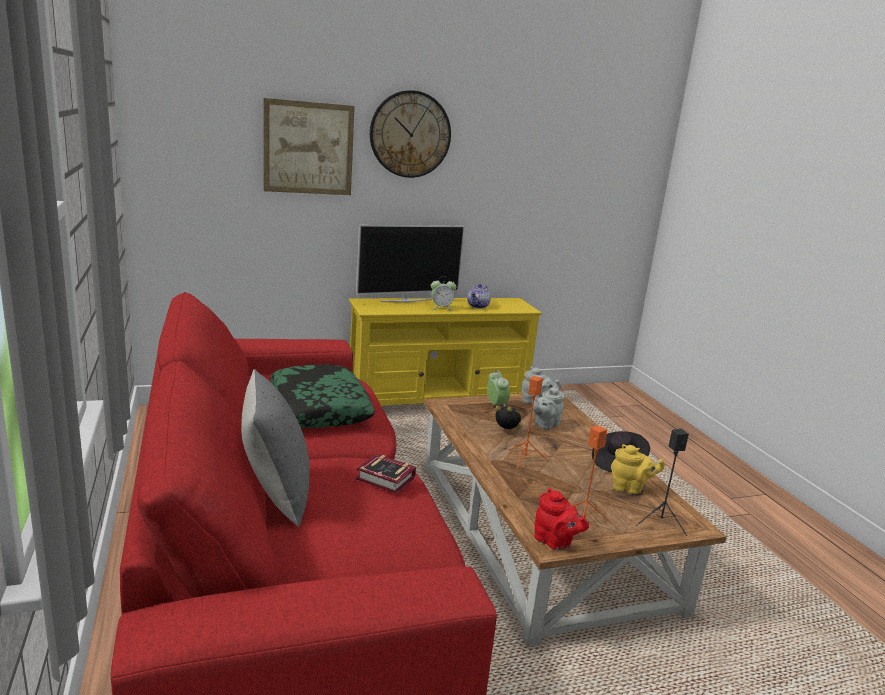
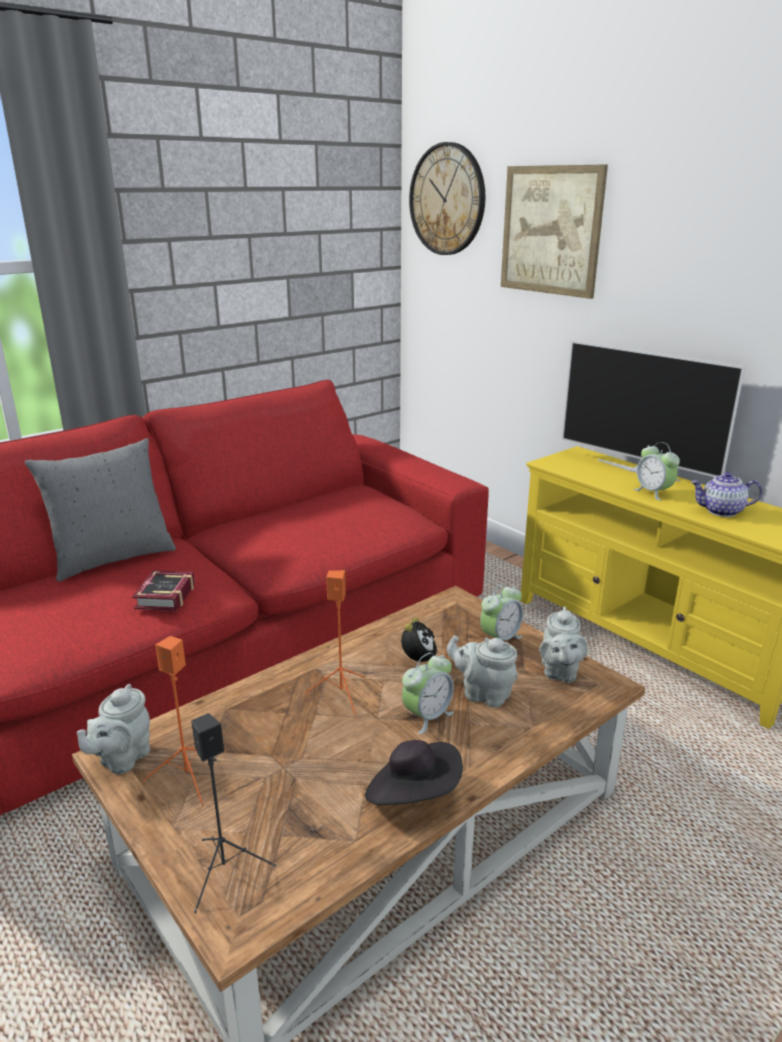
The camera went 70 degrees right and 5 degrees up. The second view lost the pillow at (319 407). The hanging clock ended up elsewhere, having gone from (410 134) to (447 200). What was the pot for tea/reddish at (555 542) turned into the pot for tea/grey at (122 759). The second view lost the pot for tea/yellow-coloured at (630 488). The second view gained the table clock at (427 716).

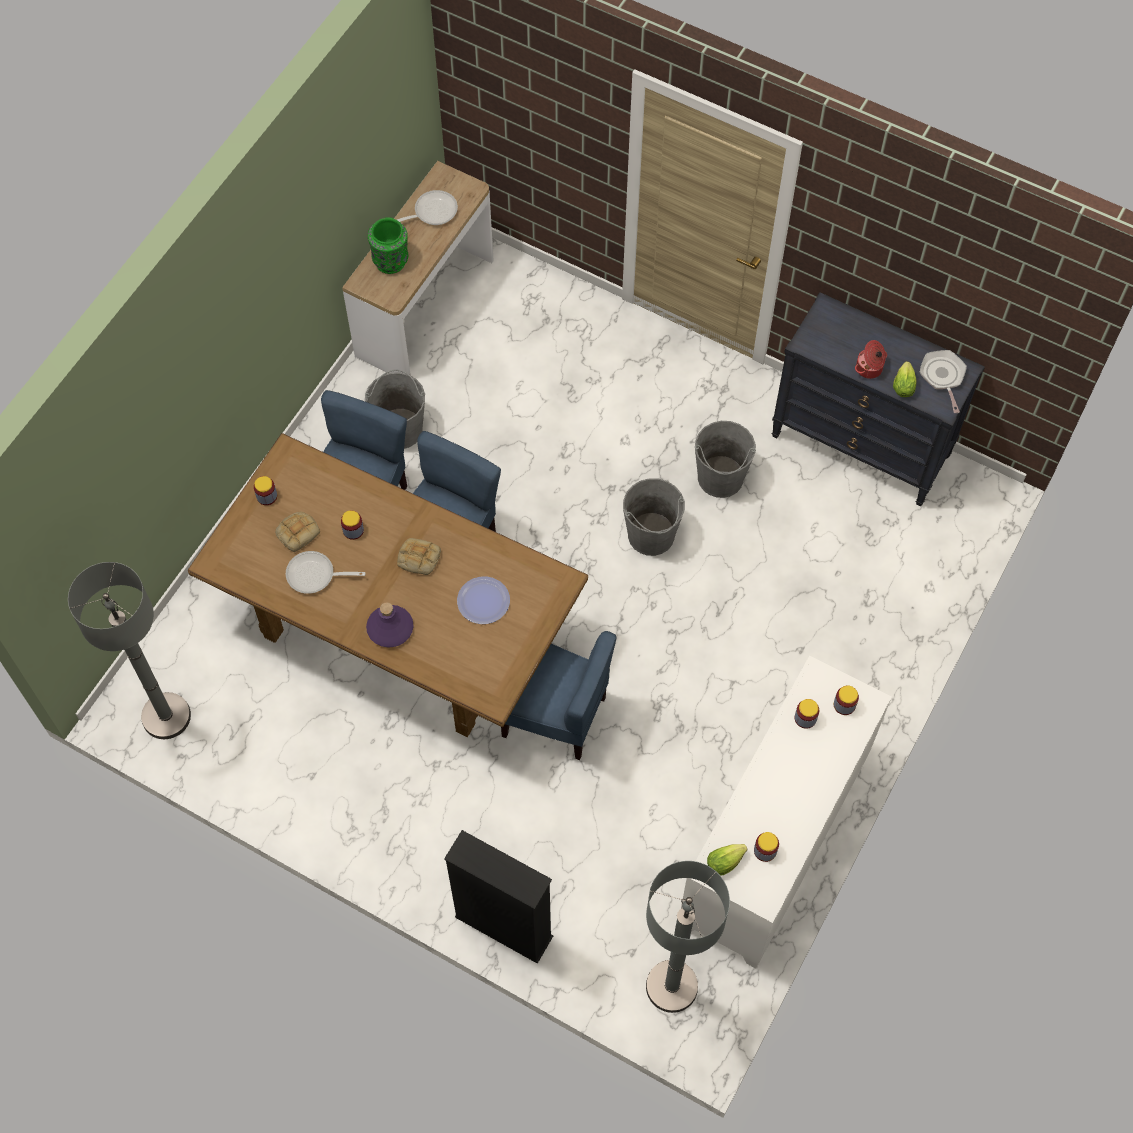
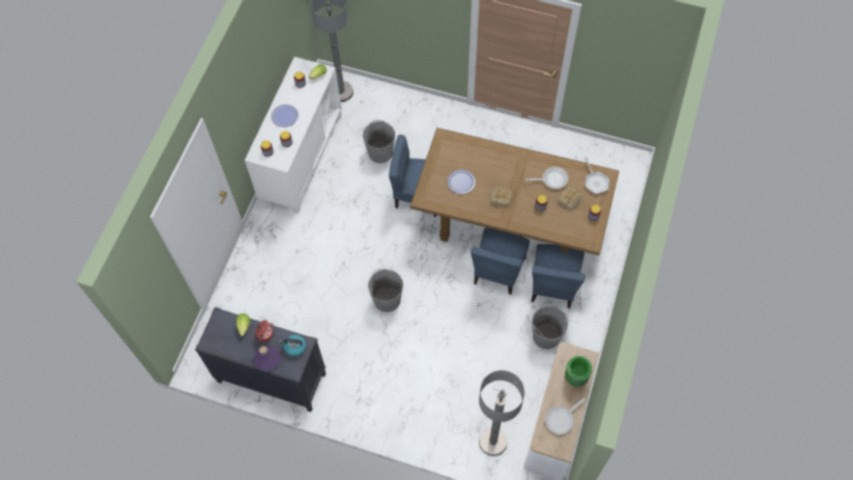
The camera went 170 degrees right and 0 degrees up. The floor lamp/grey ended up elsewhere, having gone from (166 716) to (493 442). The beverage bottle/purplish ended up elsewhere, having gone from (390 627) to (267 359). The second view lost the shelving unit/black-coloured at (503 927). The water bucket/grey ended up elsewhere, having gone from (720 478) to (380 152). The skillet ended up elsewhere, having gone from (942 377) to (595 182). The second view gained the flat dish at (285 116). The second view gained the kettle at (294 347).

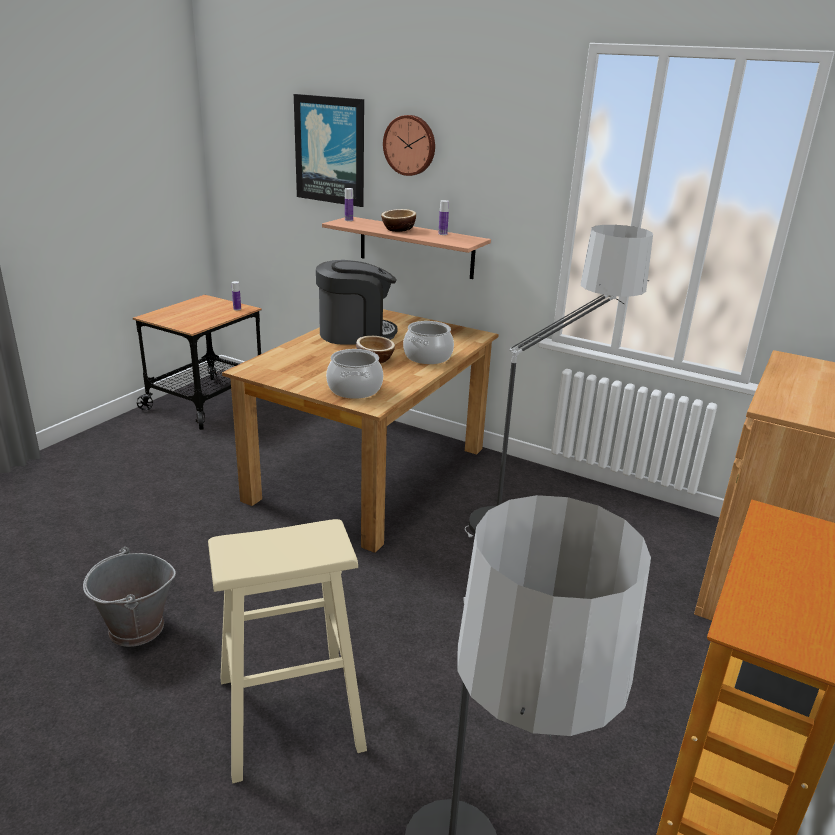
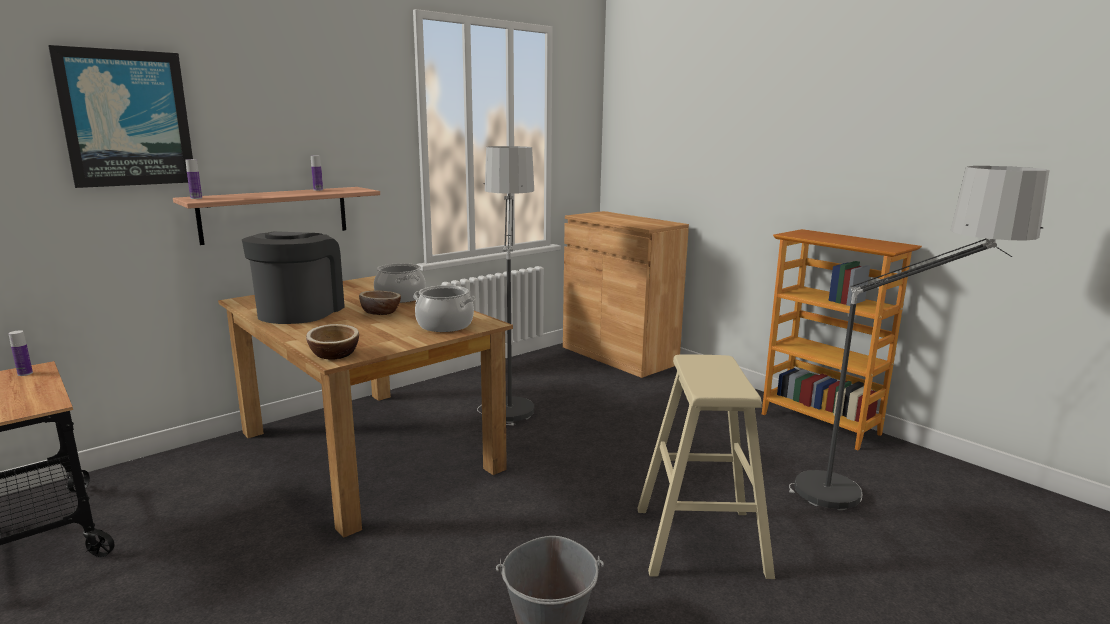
The camera went 70 degrees left and 10 degrees down. The deep dish ended up elsewhere, having gone from (398 229) to (334 354). The second view lost the hanging clock at (410 145).

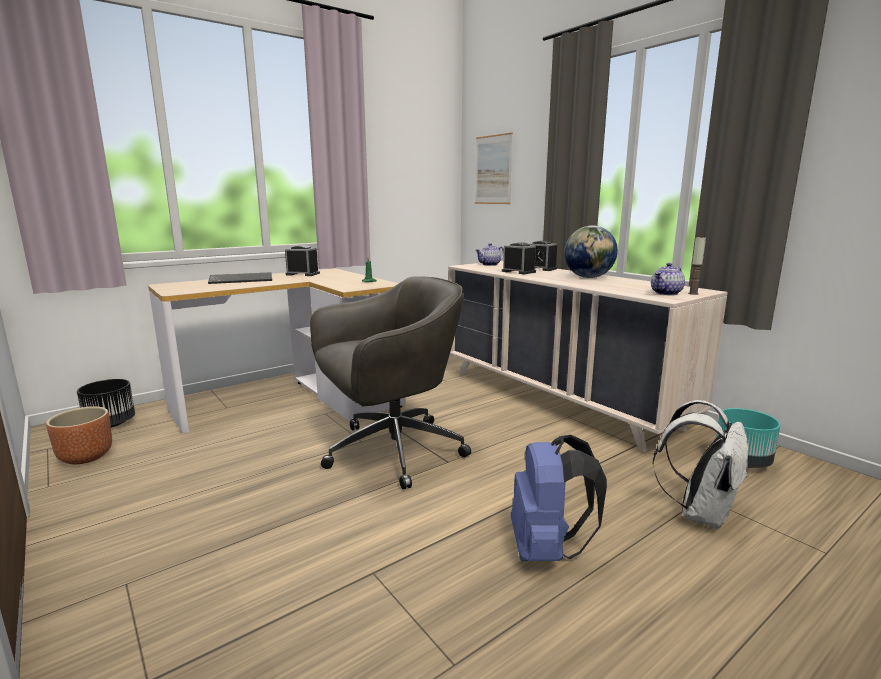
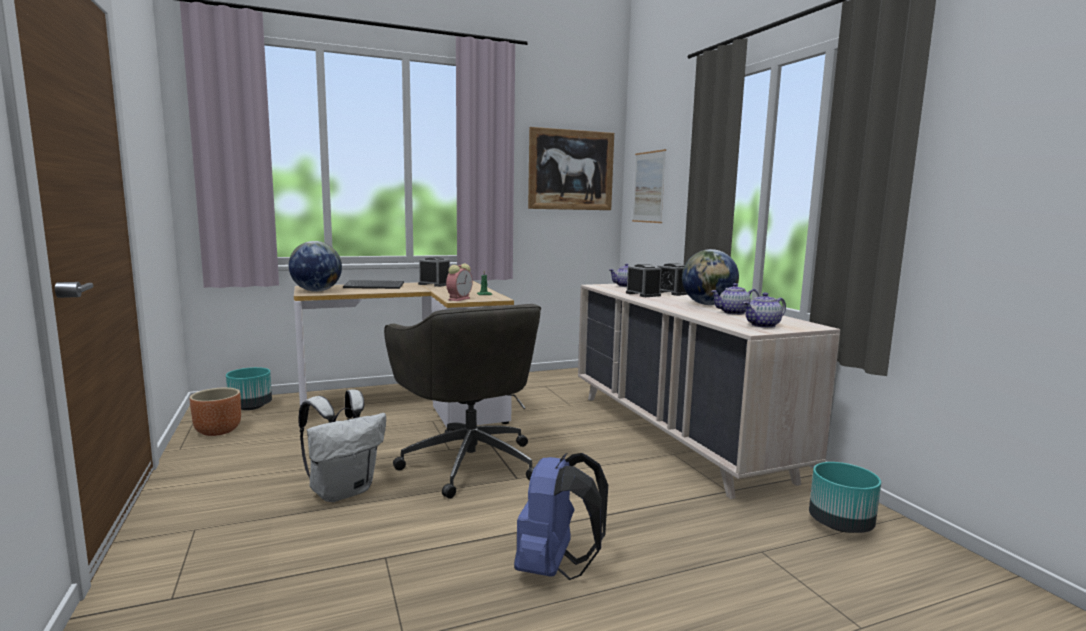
The camera went 15 degrees right and 5 degrees down. What was the plant pot/black-coloured at (110 424) turned into the plant pot/turquoise at (250 407). The desk chair/grey at (390 452) ended up facing another way, 75 degrees clockwise from before. The rucksack/white ended up elsewhere, having gone from (700 513) to (343 491). The second view lost the candle at (693 293). The second view gained the globe at (316 291). The second view gained the table clock at (459 299). The second view gained the wall picture at (571 170). The second view gained the pot for tea at (733 312).

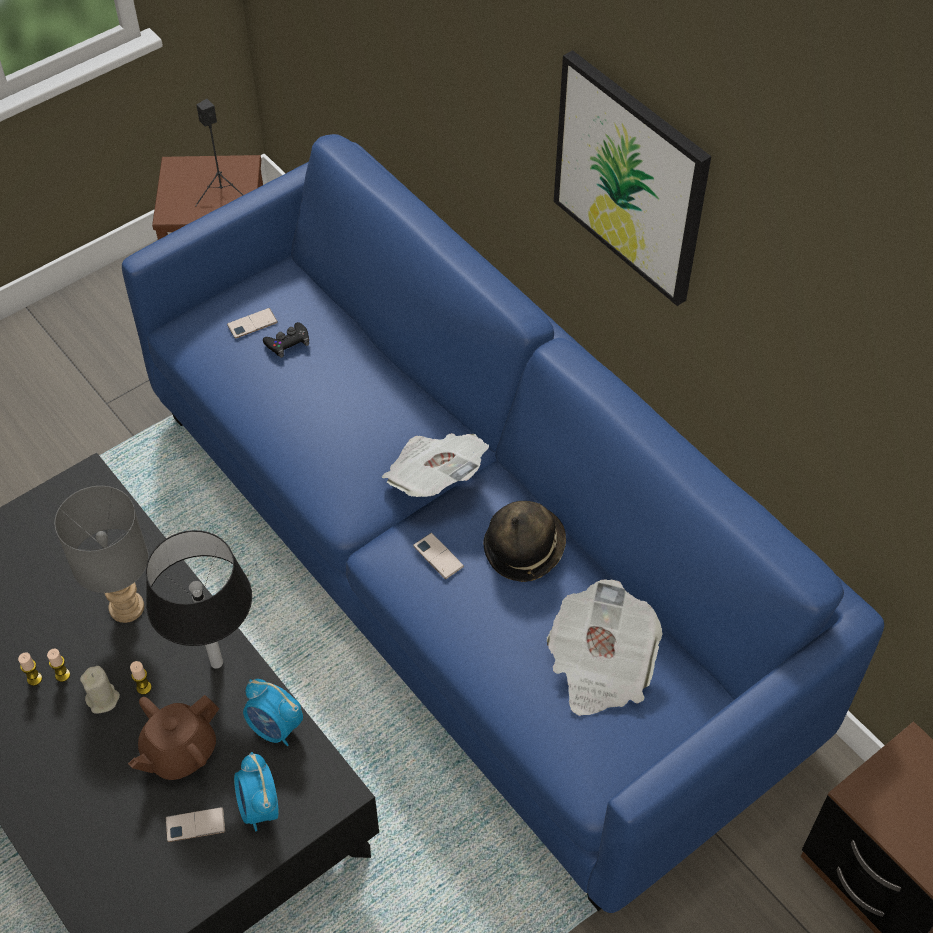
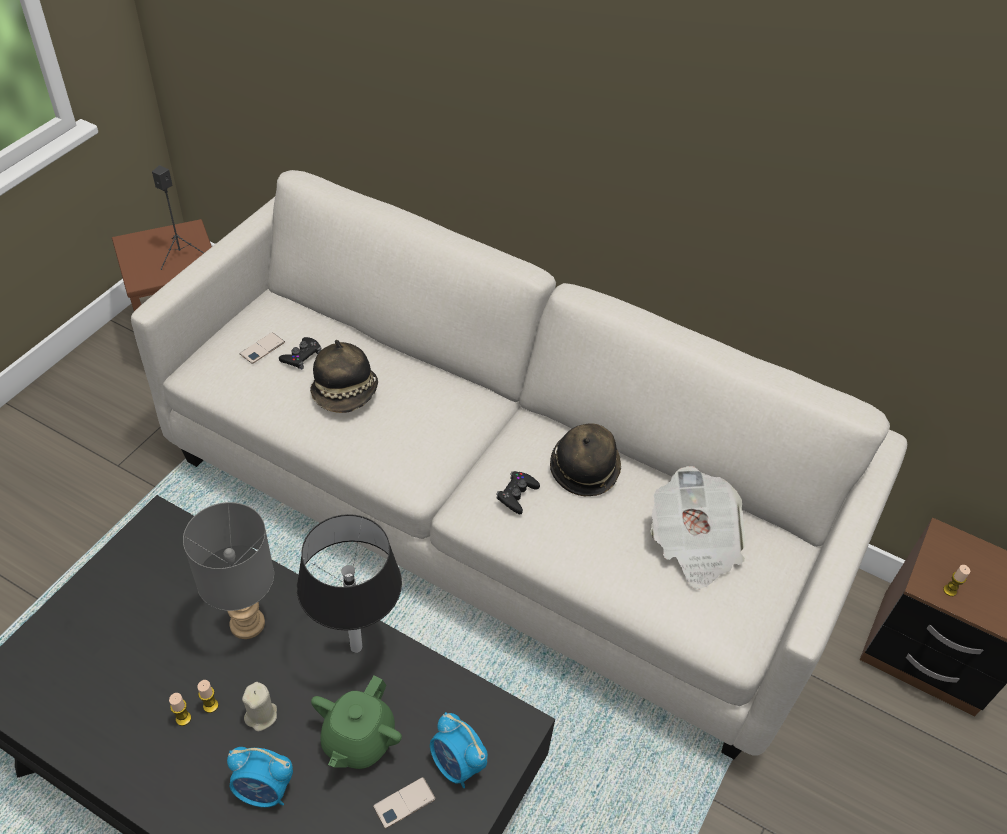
The camera went 25 degrees left and 5 degrees down. What was the couch/blue-coloured at (468 566) turned into the couch/white at (496 513). What was the pot for tea/brown at (179 752) turned into the pot for tea/green at (358 740). The candle ended up elsewhere, having gone from (144 688) to (949 590). The table clock ended up elsewhere, having gone from (275 728) to (264 790). The second view lost the newspaper at (434 478). Where the phone stood at (438 556), the game controller/black-coloured came to stand at (517 495). The second view lost the wall picture at (630 178). The second view gained the wearable hat at (346 394).

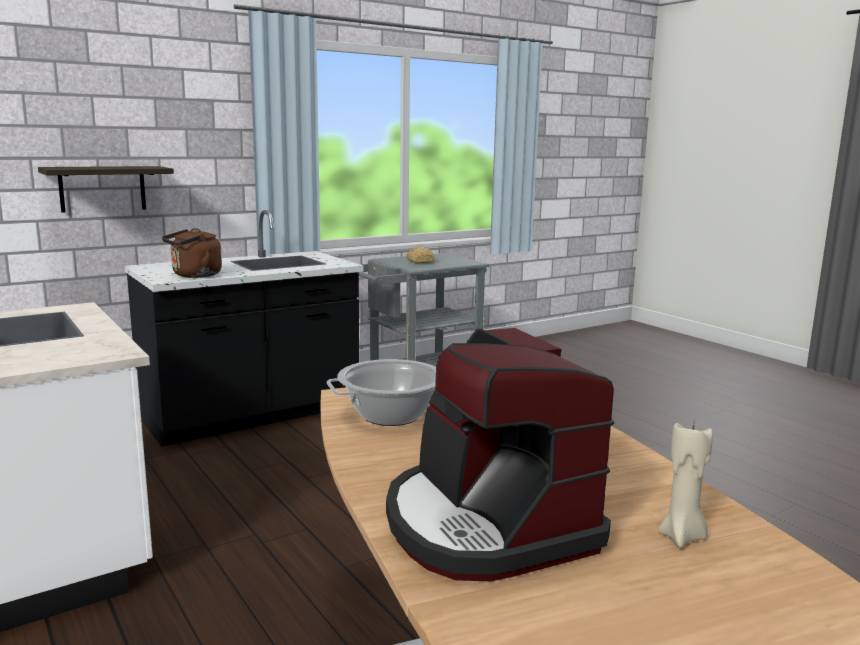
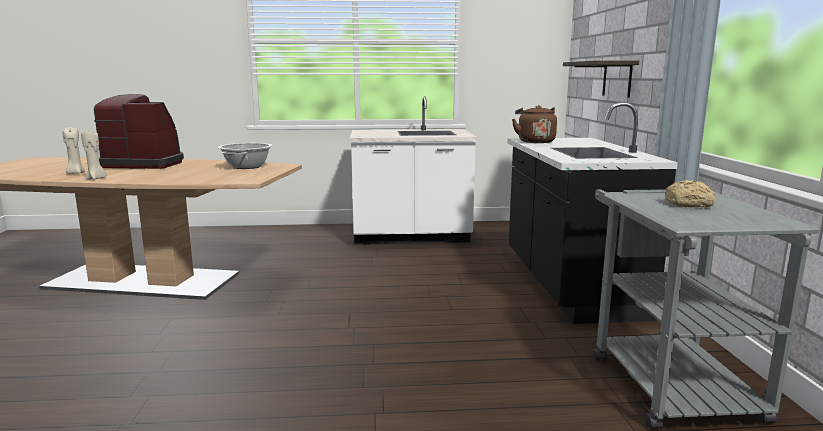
The camera went 120 degrees right and 0 degrees up. The second view gained the candle/sand-coloured at (96 179).

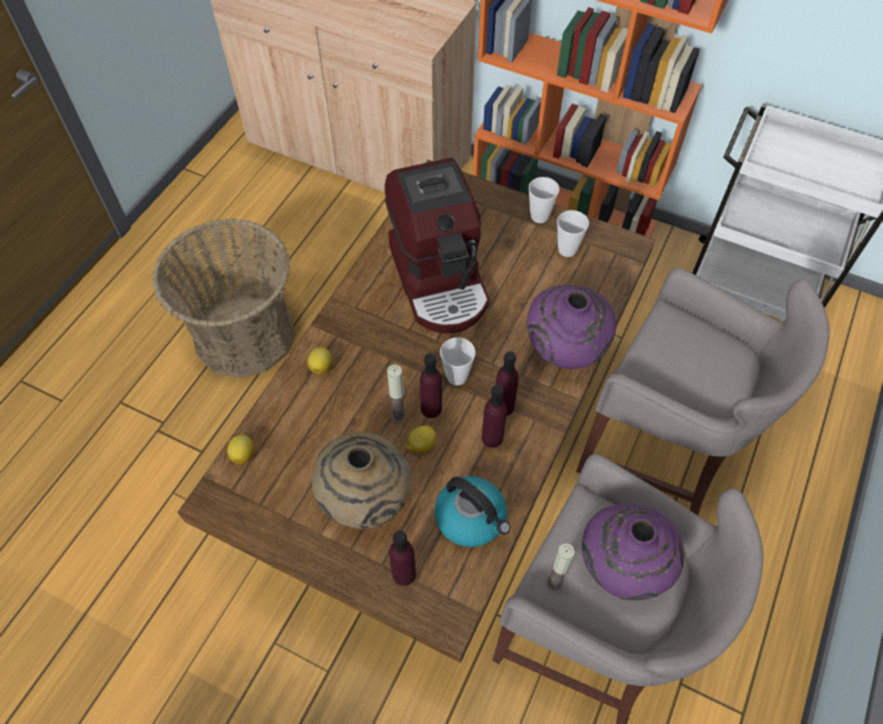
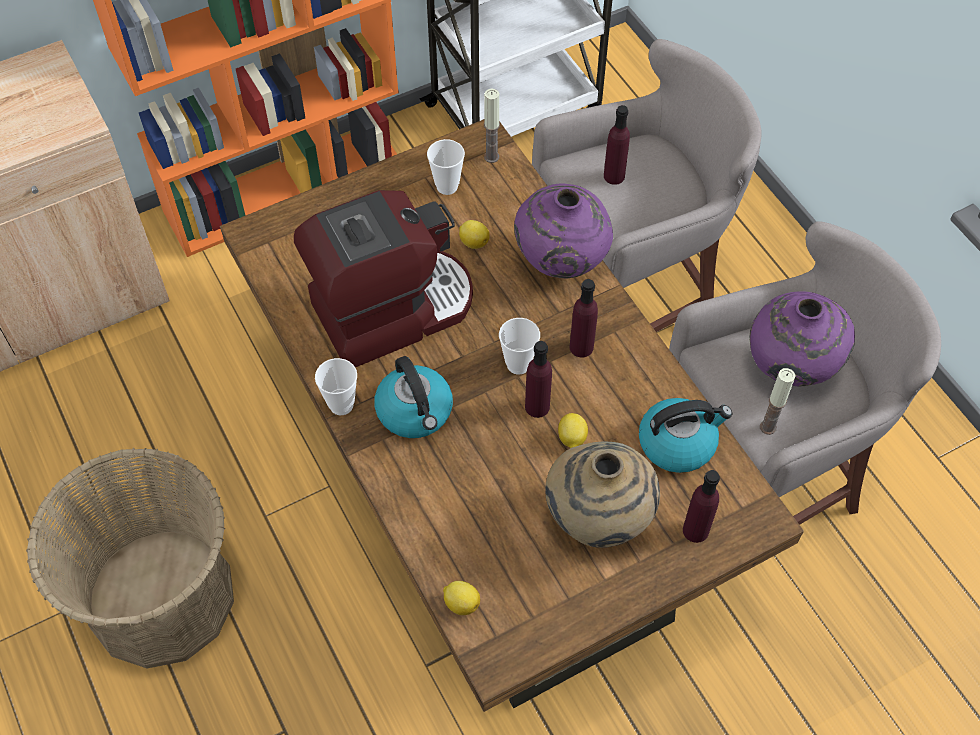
The camera went 55 degrees left and 0 degrees up. The lemon ended up elsewhere, having gone from (321 366) to (473 242). The coffee maker at (441 280) ended up facing another way, 45 degrees counterclockwise from before. The candle ended up elsewhere, having gone from (398 416) to (491 157). The beverage bottle/purplish ended up elsewhere, having gone from (492 438) to (614 176). The cup ended up elsewhere, having gone from (539 216) to (341 405). The second view gained the kettle at (415 412).

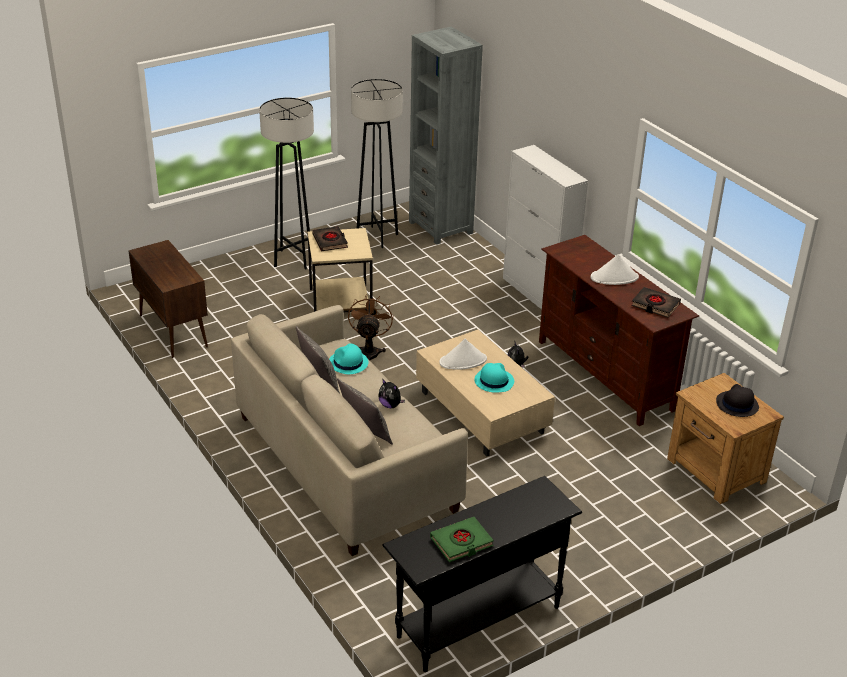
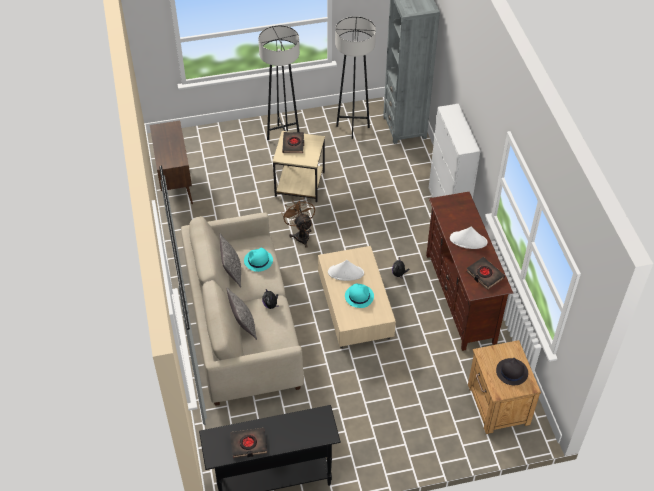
The camera went 20 degrees right and 15 degrees up. The fan/brown at (369 351) ended up facing another way, 45 degrees counterclockwise from before. What was the book/green at (461 542) turned into the book/black-coloured at (248 444).

